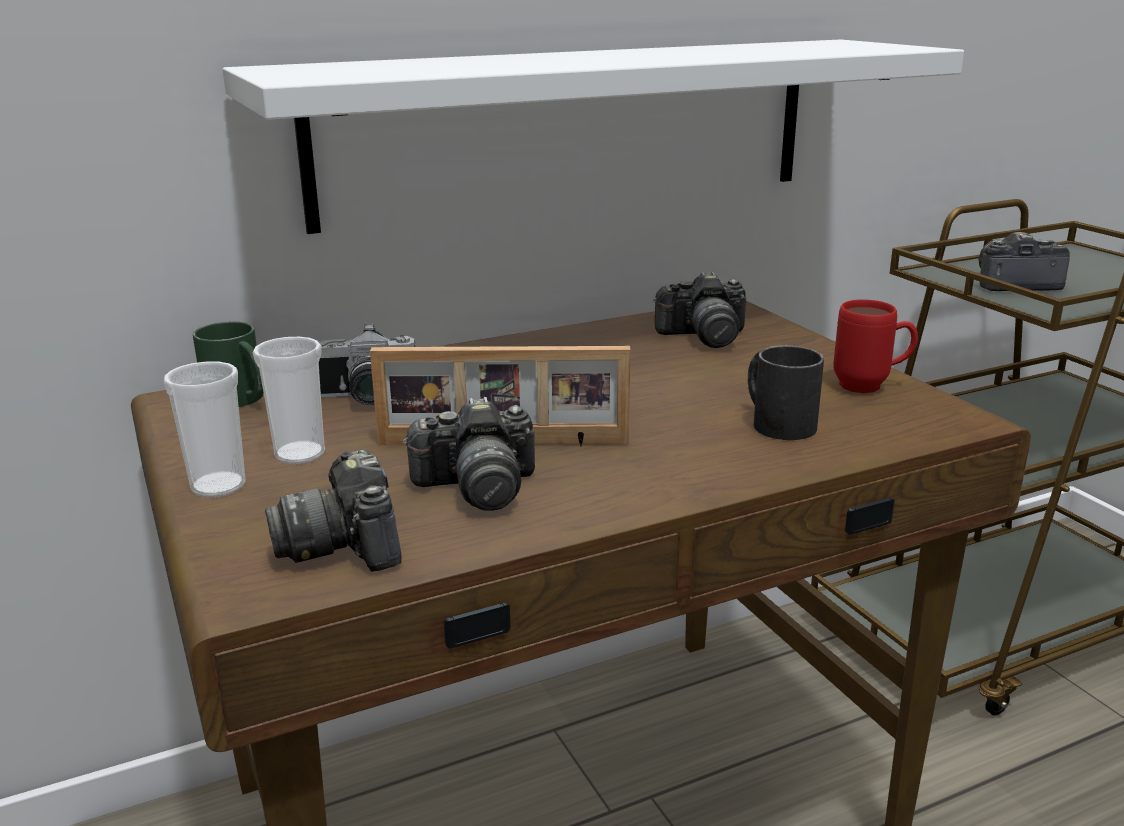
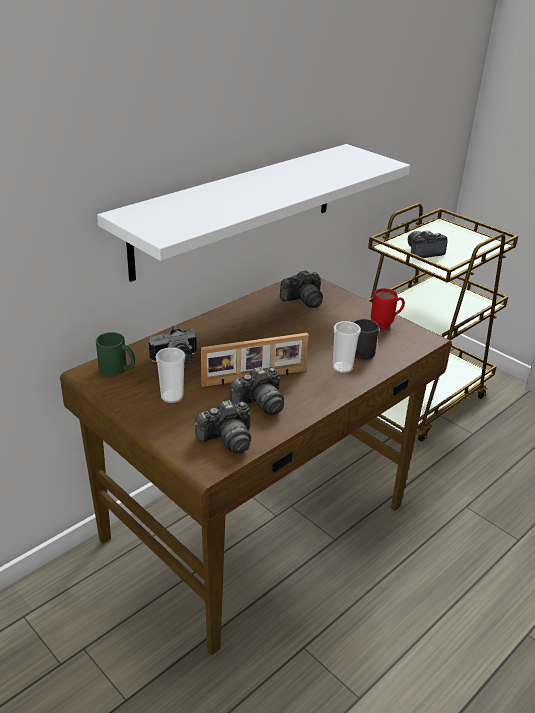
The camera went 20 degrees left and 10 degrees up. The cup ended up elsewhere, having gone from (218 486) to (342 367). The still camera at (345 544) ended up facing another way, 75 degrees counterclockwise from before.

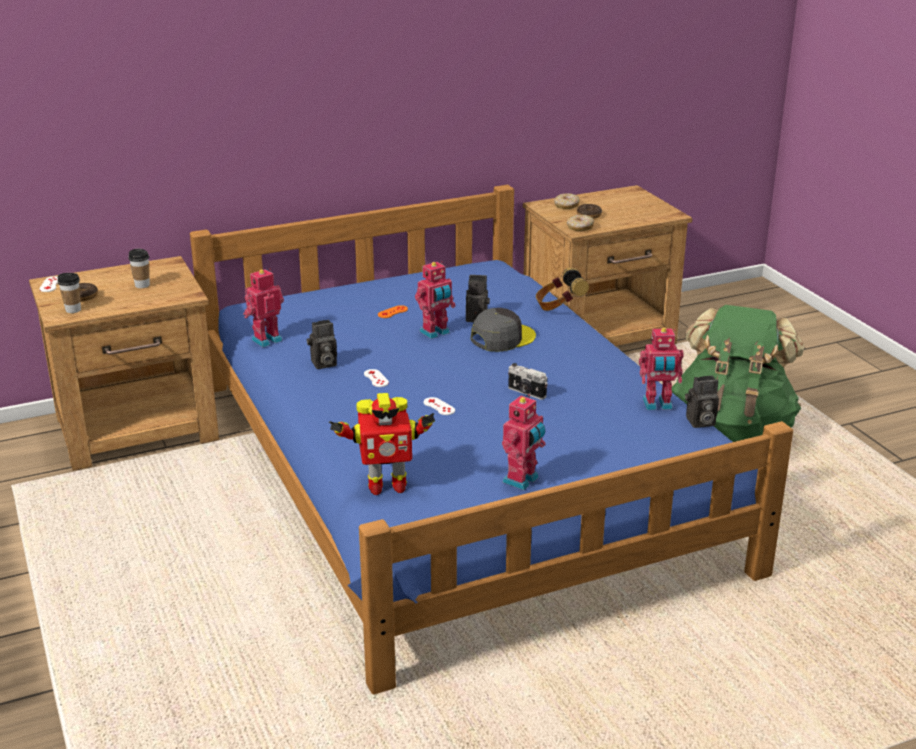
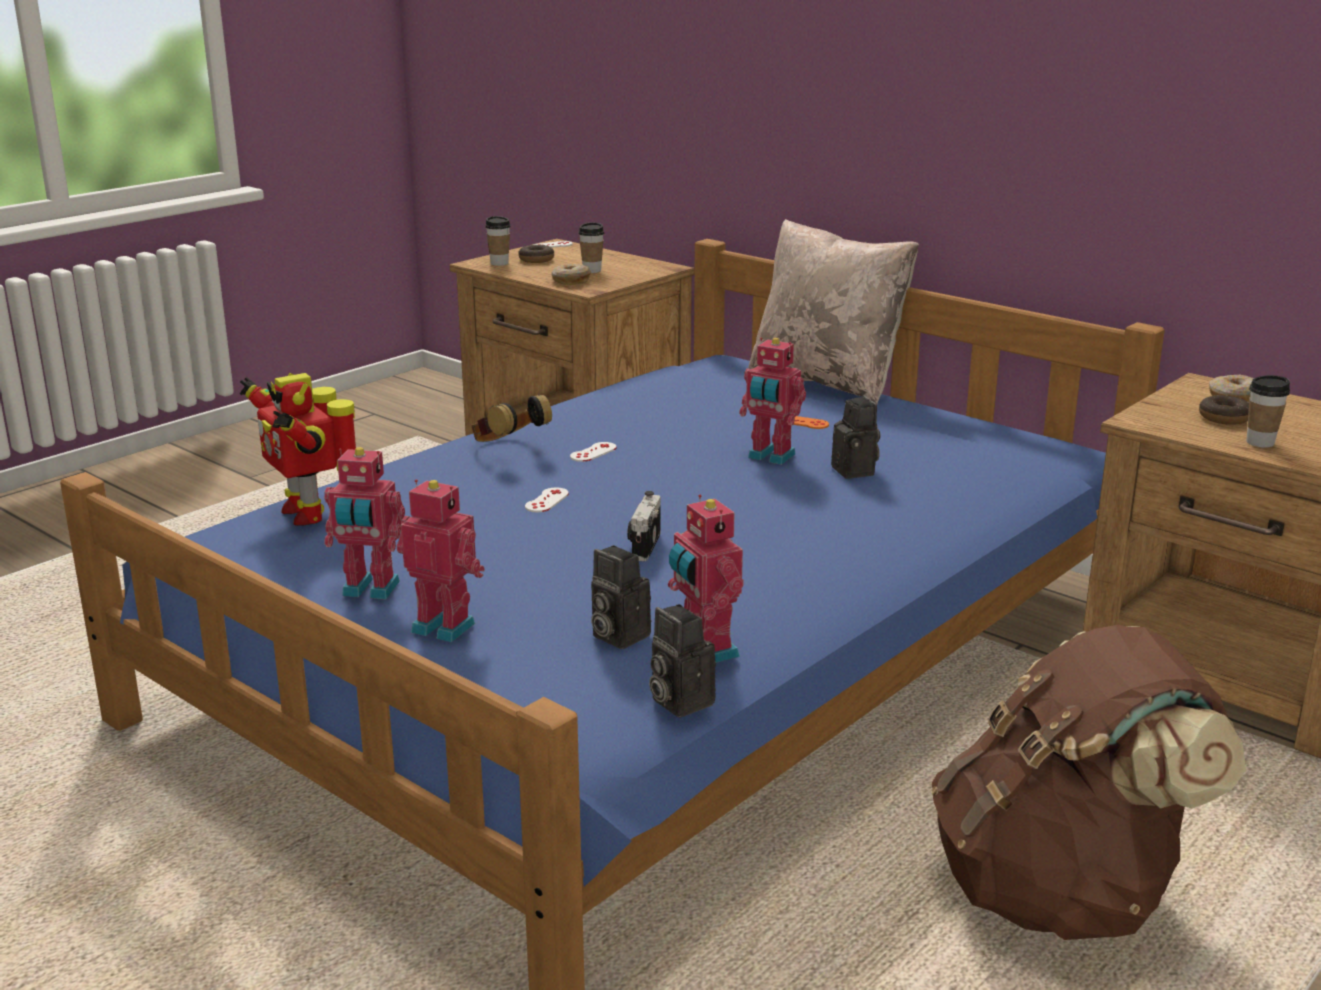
The camera went 65 degrees right and 5 degrees down. The toy robot ended up elsewhere, having gone from (266 339) to (445 626). The still camera ended up elsewhere, having gone from (323 364) to (616 635). The second view lost the peaked cap/grey at (502 338). The pair of headphones ended up elsewhere, having gone from (559 307) to (508 448). The ring doughnut ended up elsewhere, having gone from (580 227) to (570 281). What was the rucksack/green at (731 431) turned into the rucksack/brown at (1061 892). The second view gained the pillow/sand-coloured at (828 381). The second view gained the cup at (1260 442).

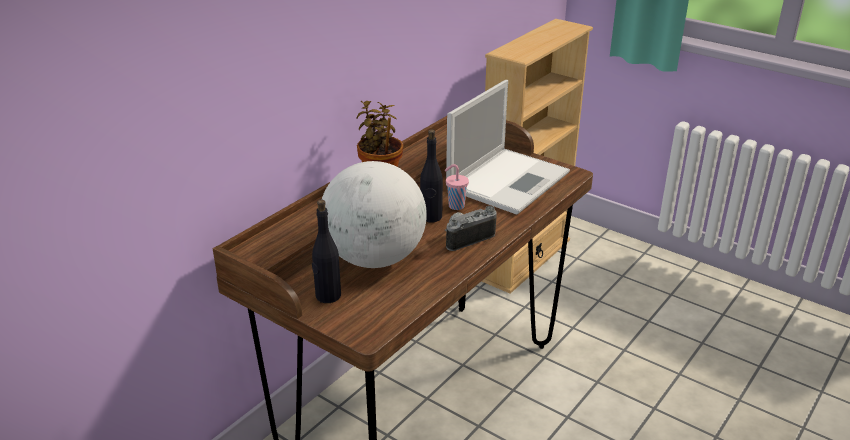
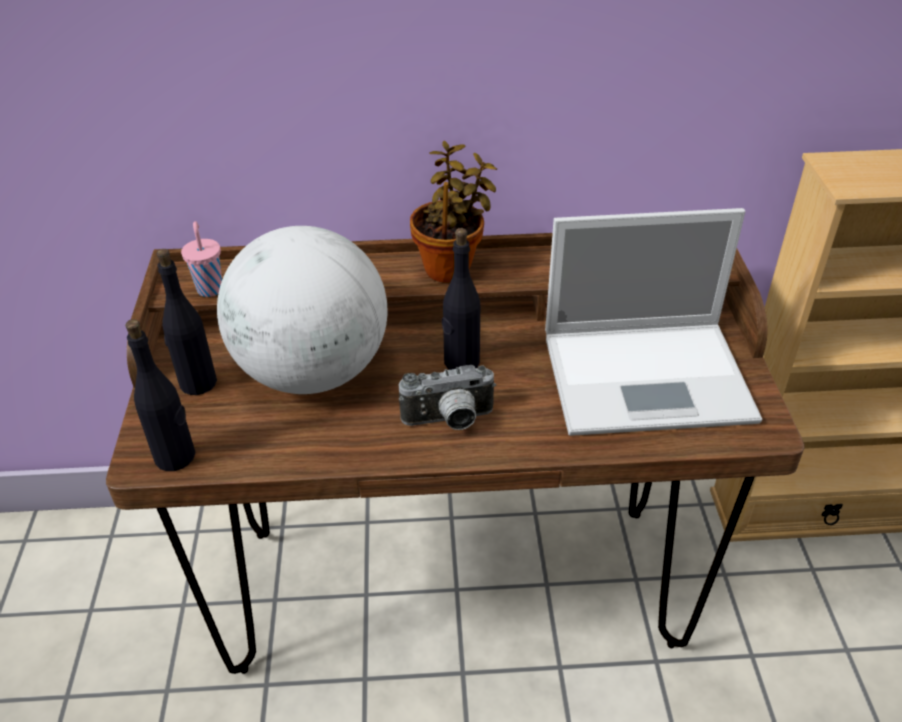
The camera went 50 degrees right and 10 degrees up. The cup/pinkish ended up elsewhere, having gone from (455 206) to (210 288). The still camera at (466 238) ended up facing another way, 150 degrees clockwise from before. The second view gained the beverage bottle/black-coloured at (175 457).

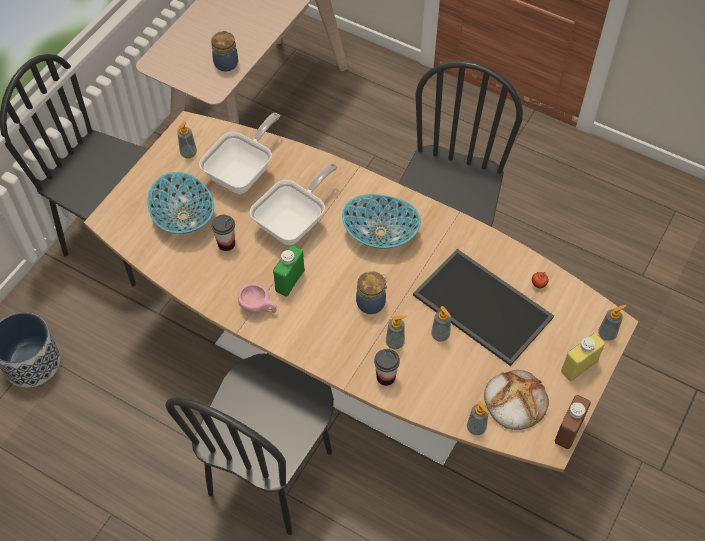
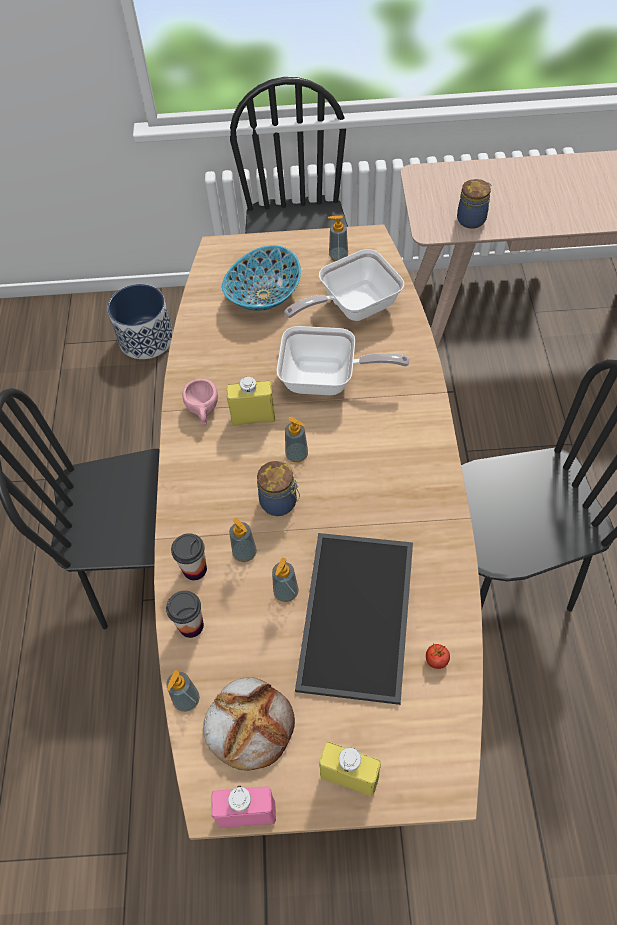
The camera went 60 degrees right and 0 degrees up. The skillet at (243 172) ended up facing another way, 150 degrees clockwise from before. The cup ended up elsewhere, having gone from (226 243) to (191 626). What was the beverage bottle/green at (290 281) turned into the beverage bottle/yellow-coloured at (253 417). The second view lost the deep dish at (380 233). What was the beverage bottle/brown at (568 430) turned into the beverage bottle/pinkish at (247 813). The liquid soap bottle ended up elsewhere, having gone from (607 334) to (297 455).

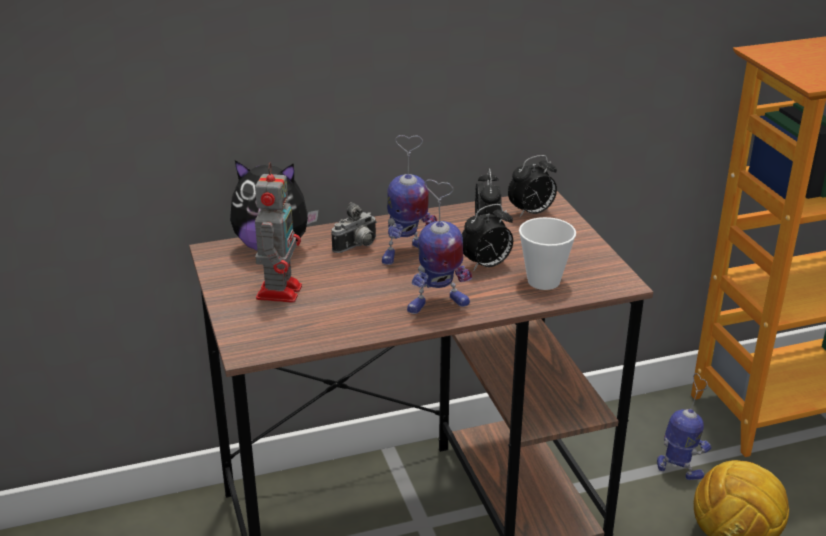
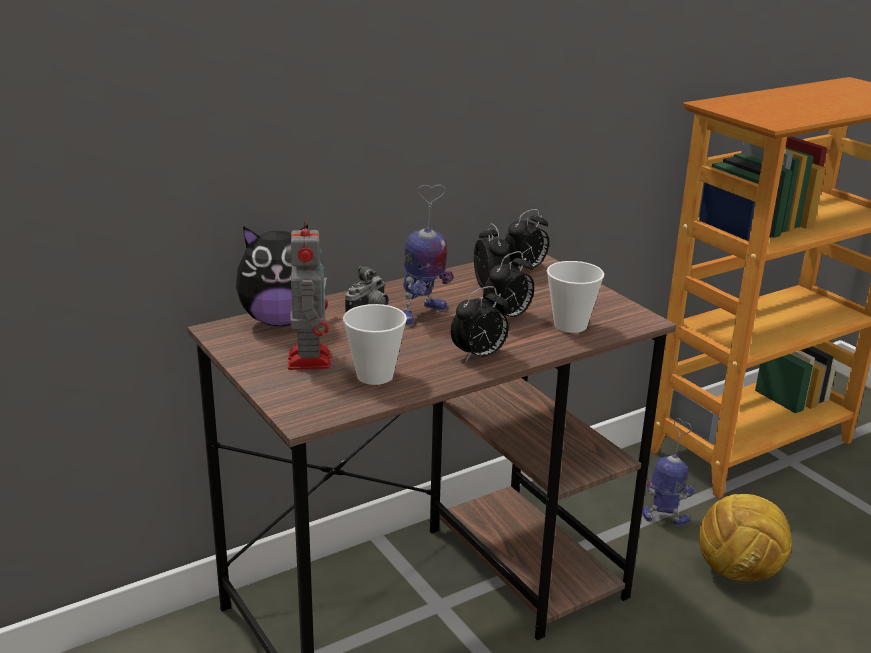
The camera went 15 degrees left and 5 degrees down. Where the toy robot stood at (437 305), the table clock came to stand at (479 356). The second view gained the cup at (375 376).

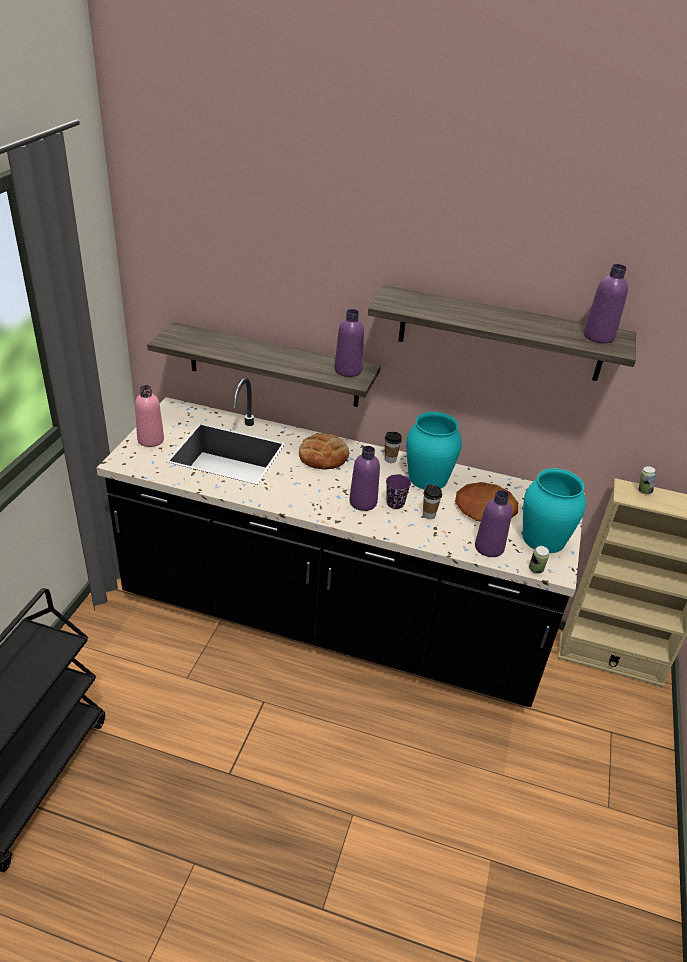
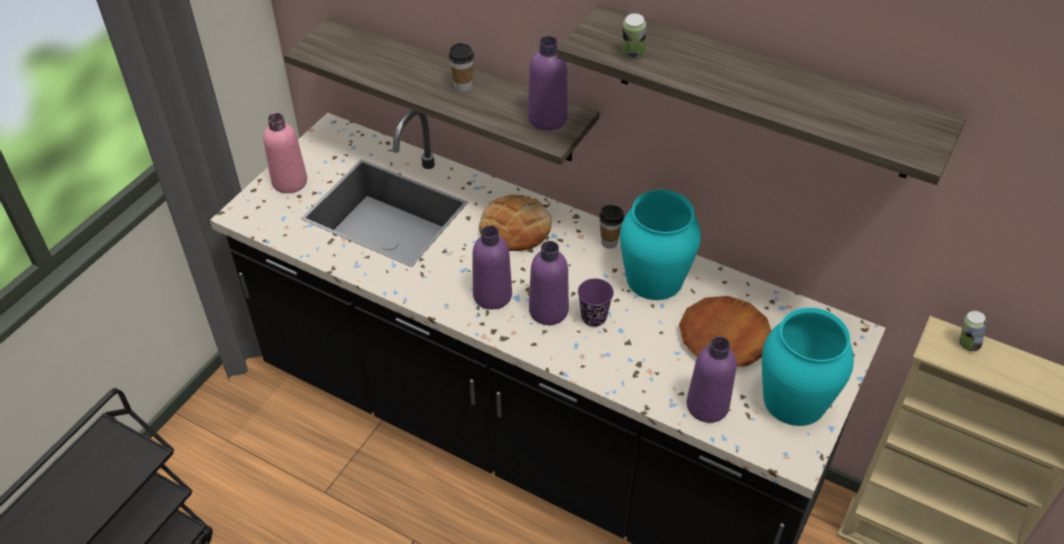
The camera went 15 degrees right and 10 degrees up. The cup ended up elsewhere, having gone from (429 515) to (463 86). The can ended up elsewhere, having gone from (536 570) to (632 54). The beverage bottle/purplish ended up elsewhere, having gone from (598 336) to (492 295).

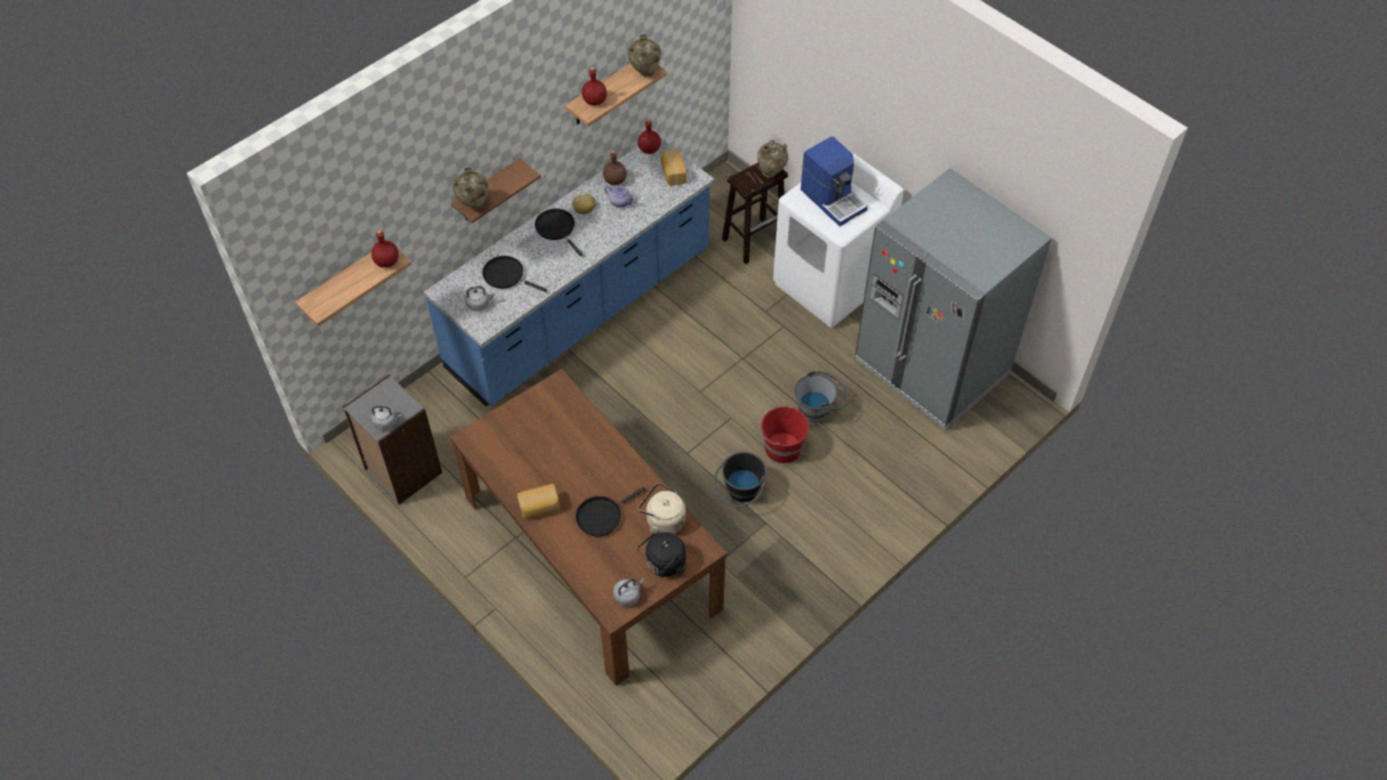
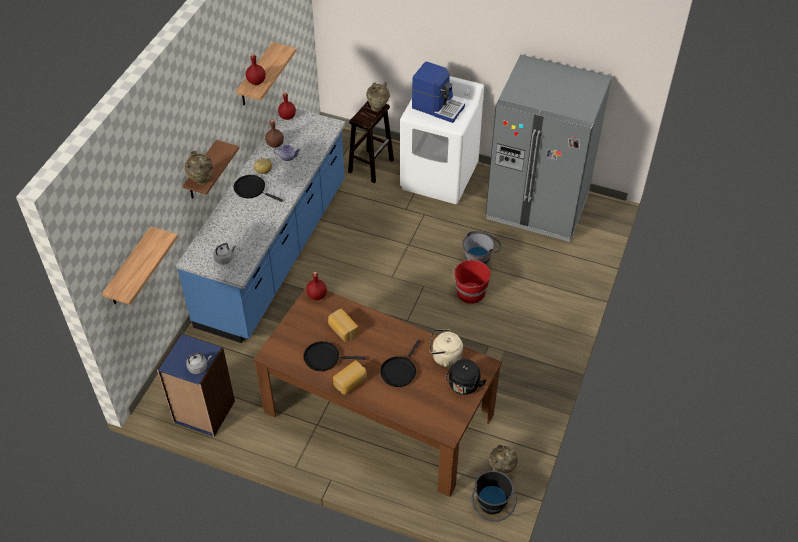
The camera went 25 degrees left and 5 degrees down. What was the shelving unit/grey at (402 472) turned into the shelving unit/blue-coloured at (203 412). The beverage bottle/reddish ended up elsewhere, having gone from (387 262) to (317 295). The skillet/black-coloured ended up elsewhere, having gone from (506 275) to (324 358). The second view lost the kettle/grey at (628 596). The decorative vase/sand-coloured ended up elsewhere, having gone from (645 74) to (501 470). The bakery bread ended up elsewhere, having gone from (672 174) to (342 330). The water bucket/black-coloured ended up elsewhere, having gone from (740 495) to (492 508).

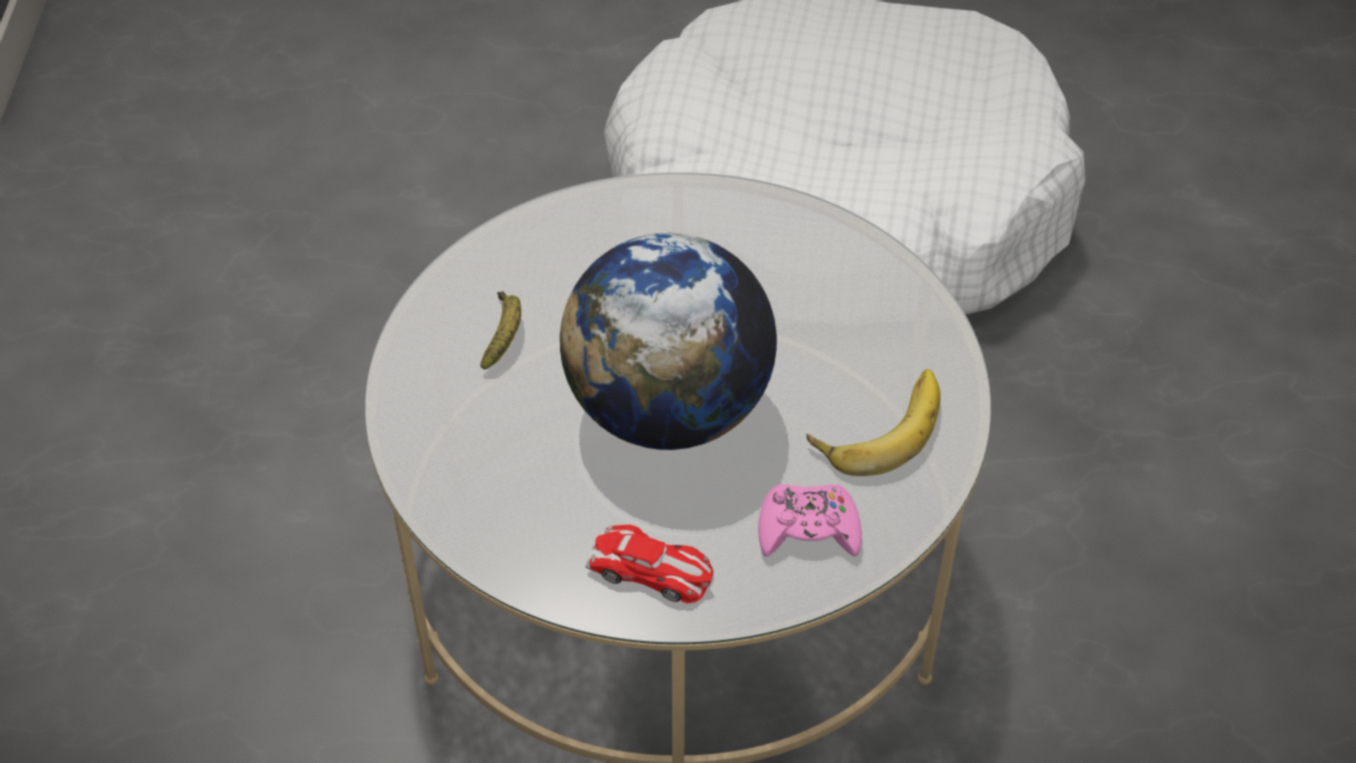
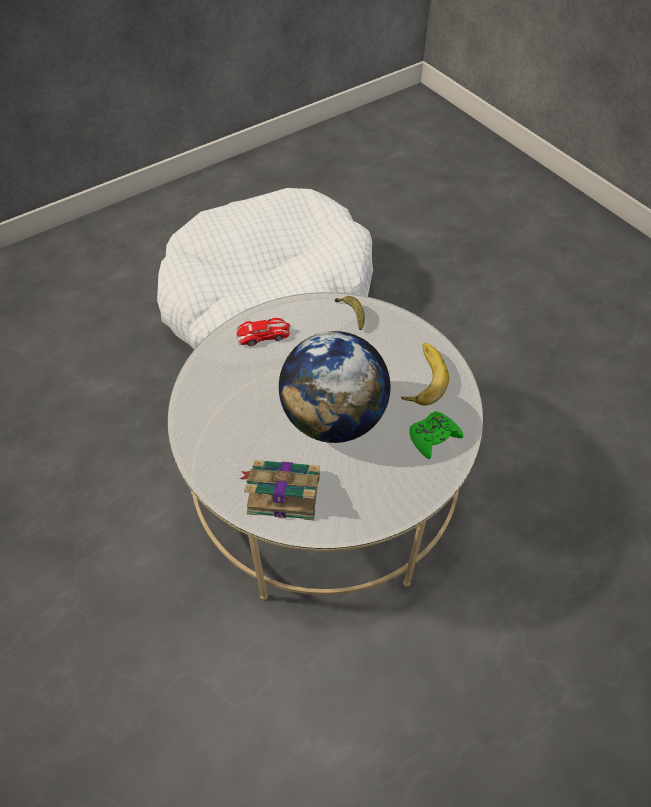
The camera went 35 degrees left and 5 degrees up. The whole banana ended up elsewhere, having gone from (504 335) to (352 314). The model car ended up elsewhere, having gone from (651 570) to (263 334). What was the game controller/pinkish at (808 529) turned into the game controller/green at (433 437). The second view gained the book at (282 492).

